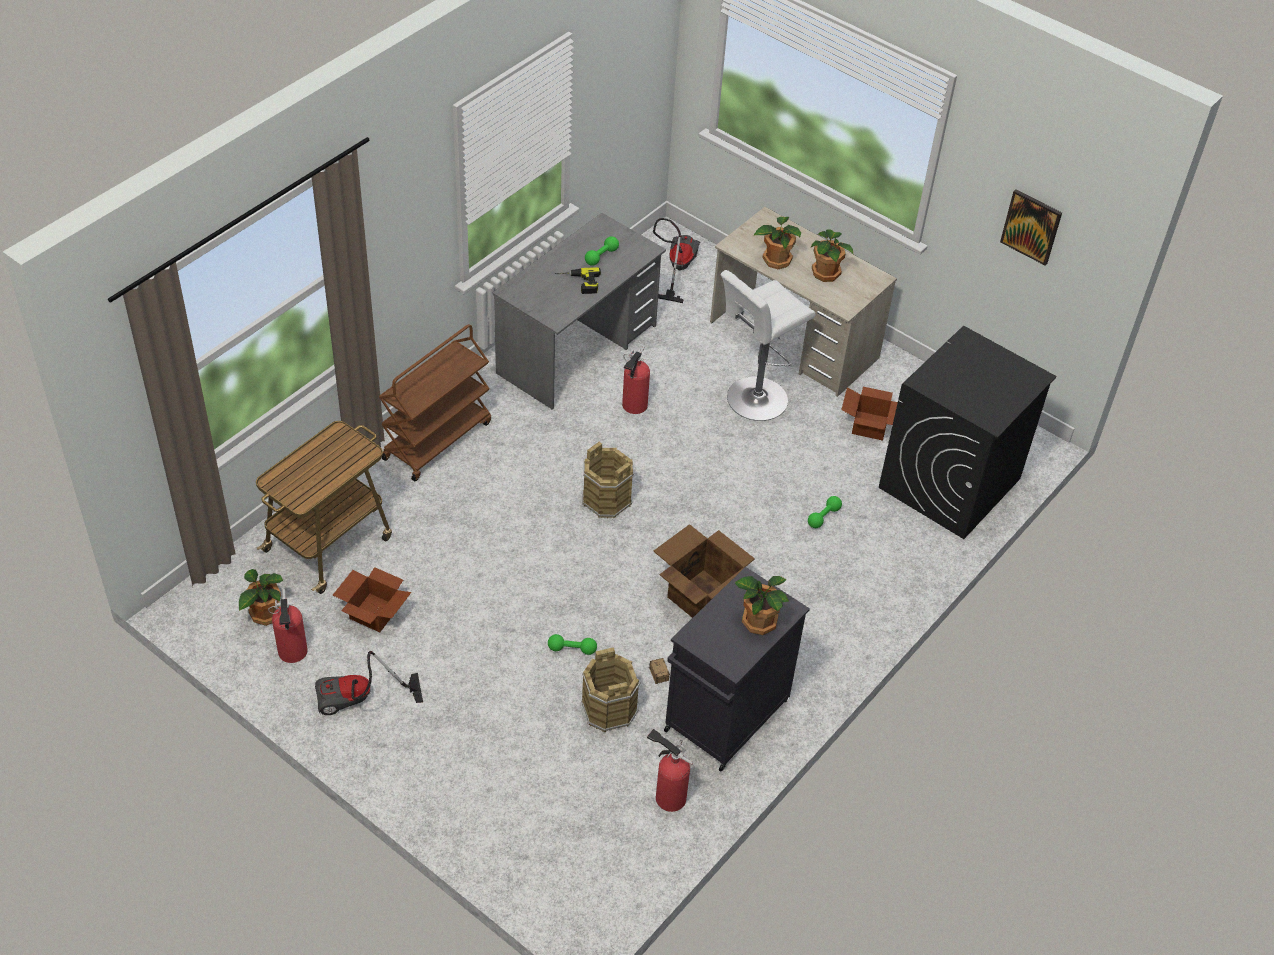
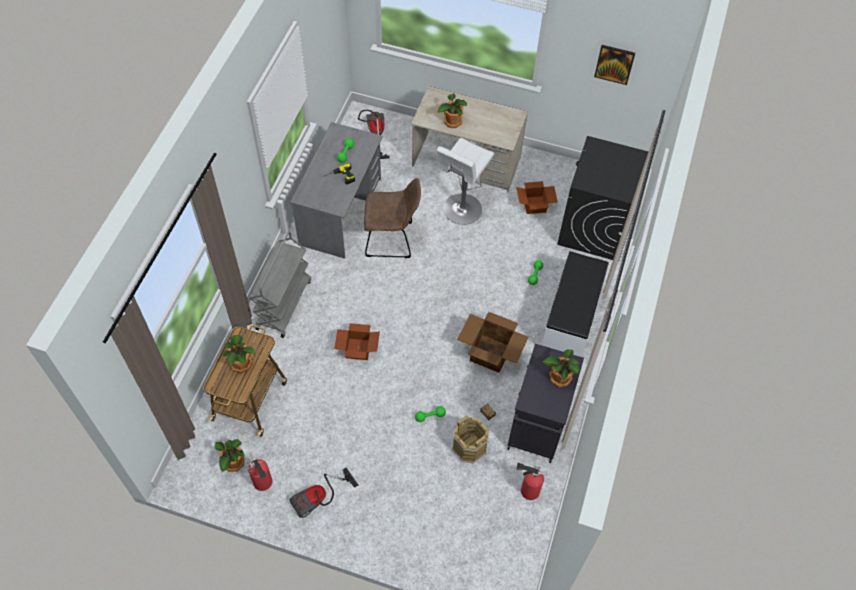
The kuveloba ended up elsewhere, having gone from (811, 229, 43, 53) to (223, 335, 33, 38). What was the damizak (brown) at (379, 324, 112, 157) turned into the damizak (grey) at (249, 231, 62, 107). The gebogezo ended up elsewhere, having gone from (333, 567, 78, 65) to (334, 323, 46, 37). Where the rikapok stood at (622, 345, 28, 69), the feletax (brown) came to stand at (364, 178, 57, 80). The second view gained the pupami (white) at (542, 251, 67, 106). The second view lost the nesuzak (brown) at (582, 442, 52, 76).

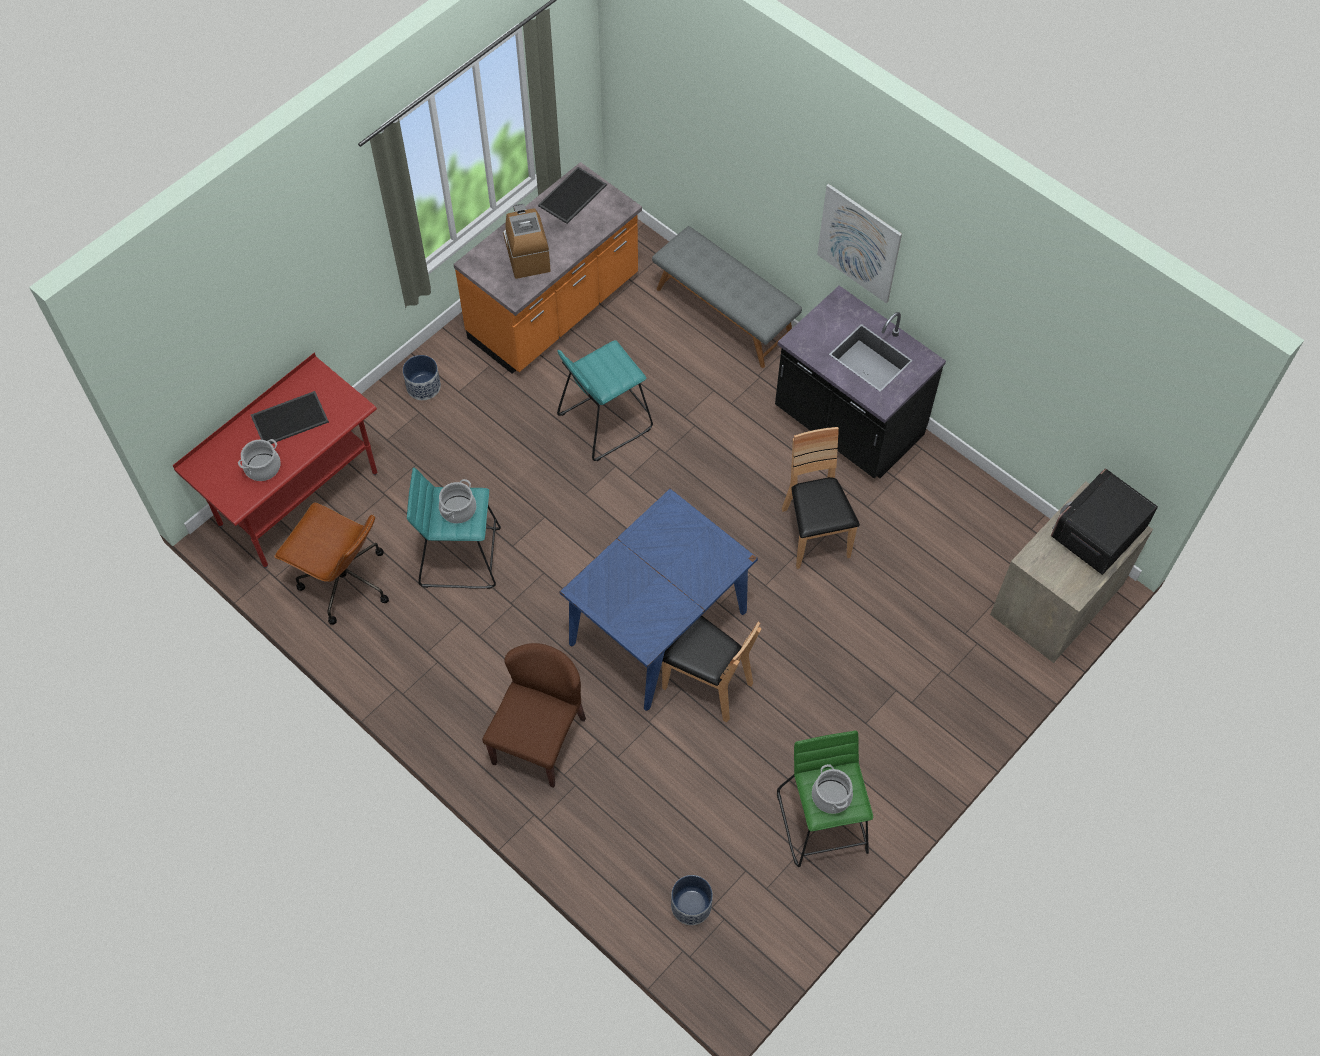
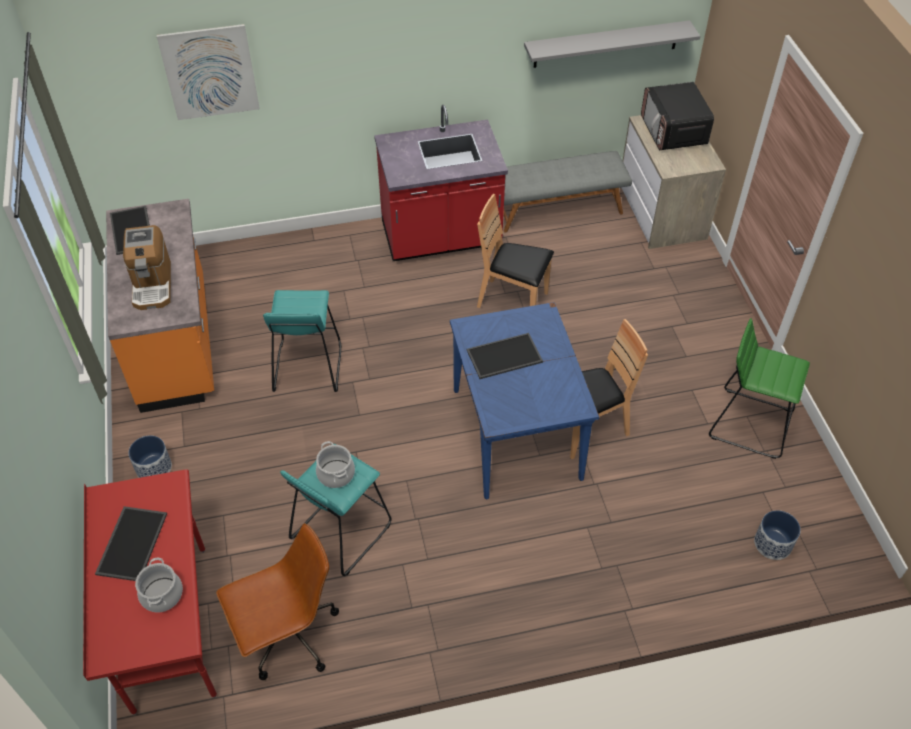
The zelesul at (503, 204, 48, 75) ended up facing another way, 120 degrees counterclockwise from before. The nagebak ended up elsewhere, having gone from (817, 184, 85, 119) to (157, 24, 103, 96). What was the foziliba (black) at (775, 286, 171, 192) turned into the foziliba (red) at (374, 105, 134, 156). The second view gained the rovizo at (467, 333, 76, 46). The pupami (grey) ended up elsewhere, having gone from (652, 226, 150, 142) to (503, 151, 129, 82). The second view gained the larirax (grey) at (524, 20, 176, 48). The second view lost the feletax (brown) at (482, 643, 104, 145). The second view lost the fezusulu at (812, 764, 41, 50).

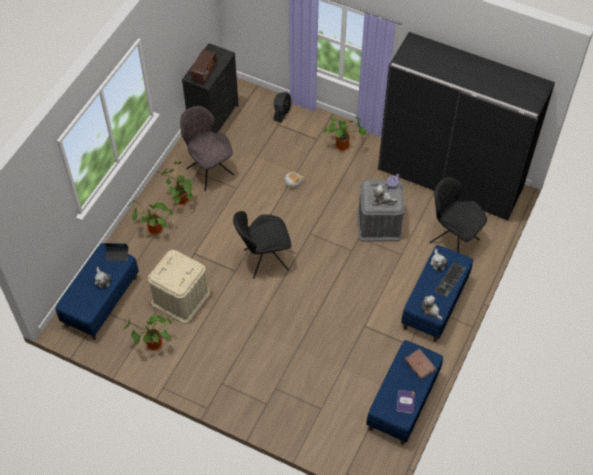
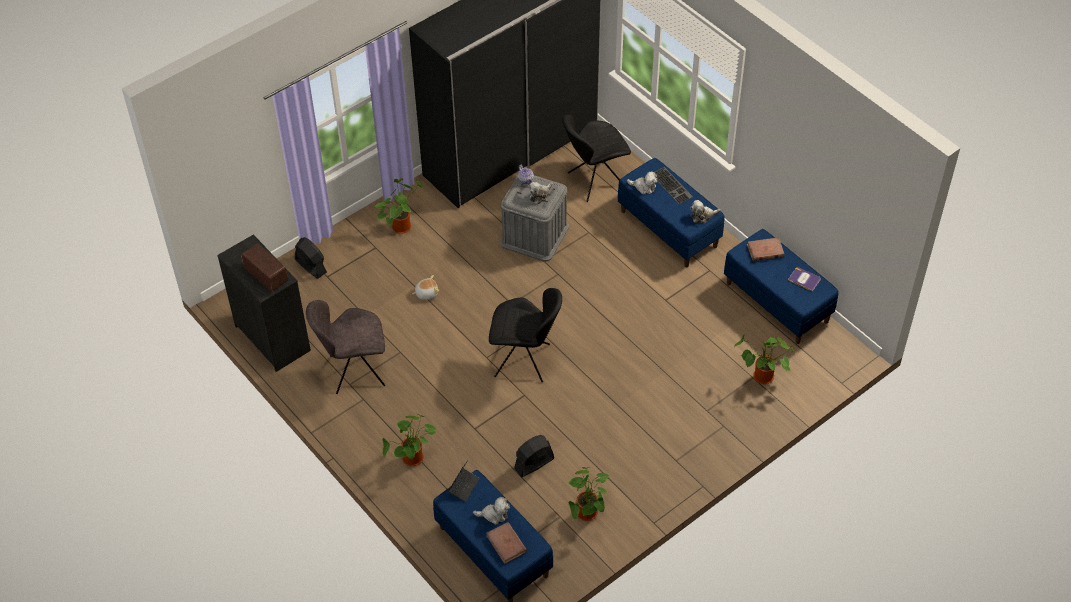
The second view gained the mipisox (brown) at (486, 522, 41, 42). The feletax (black) at (233, 211, 58, 68) ended up facing another way, 90 degrees counterclockwise from before. Where the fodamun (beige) stood at (148, 250, 62, 74), the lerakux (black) came to stand at (514, 435, 40, 42). The kuveloba ended up elsewhere, having gone from (161, 162, 32, 43) to (734, 334, 60, 50).

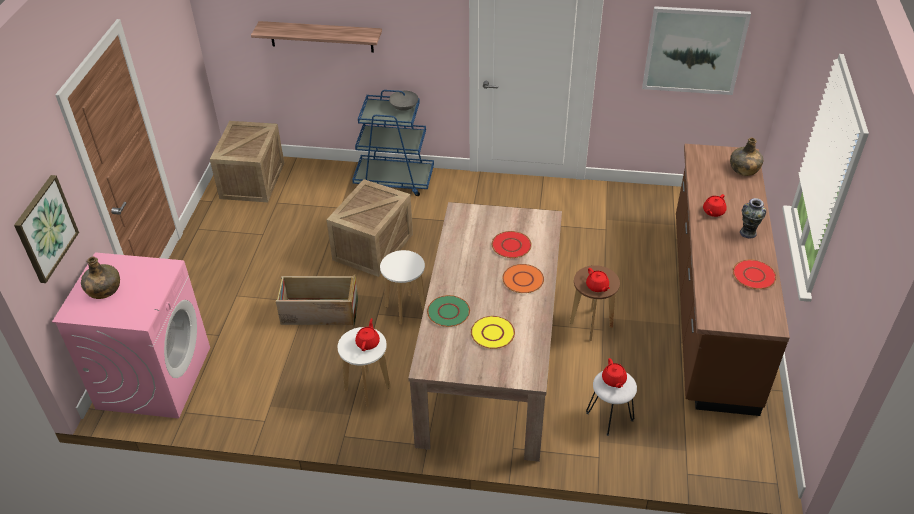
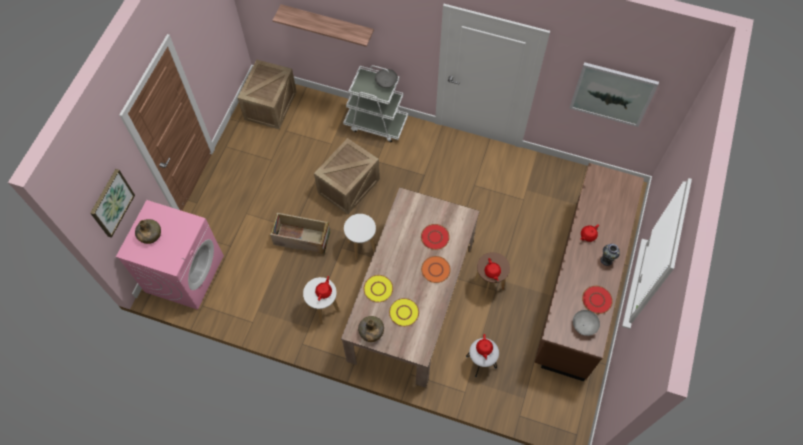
What was the damizak (blue) at (352, 90, 82, 106) turned into the damizak (white) at (343, 65, 65, 77). The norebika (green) ended up elsewhere, having gone from (730, 138, 33, 38) to (358, 316, 26, 26). What was the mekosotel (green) at (427, 295, 43, 32) turned into the mekosotel (yellow) at (364, 275, 29, 27). The second view gained the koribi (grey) at (573, 310, 27, 26).

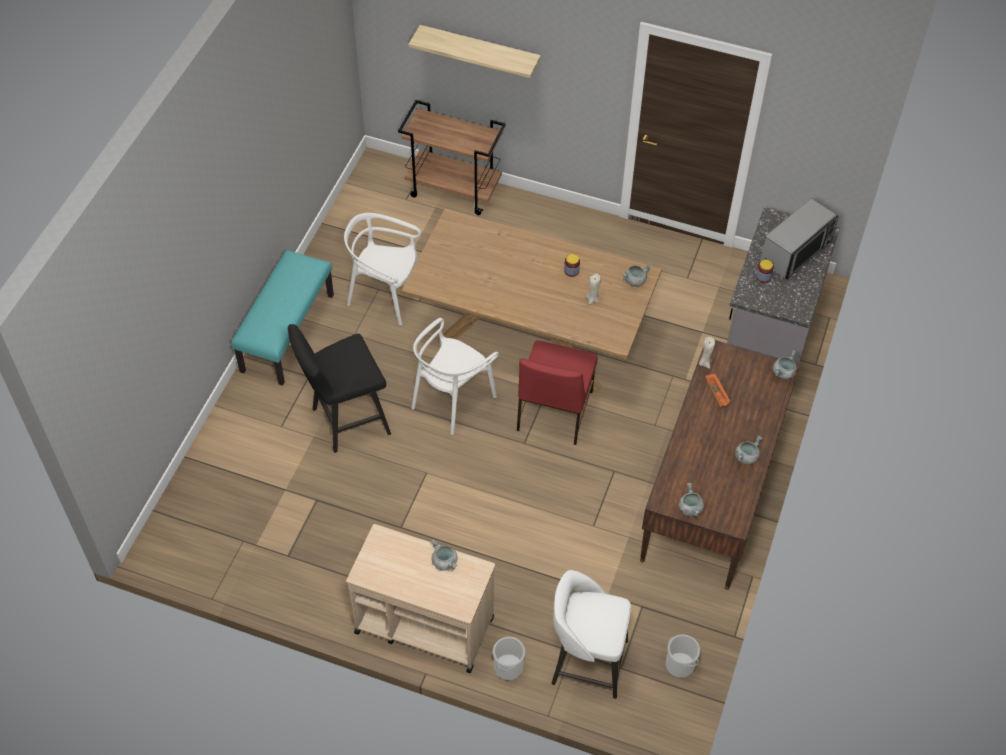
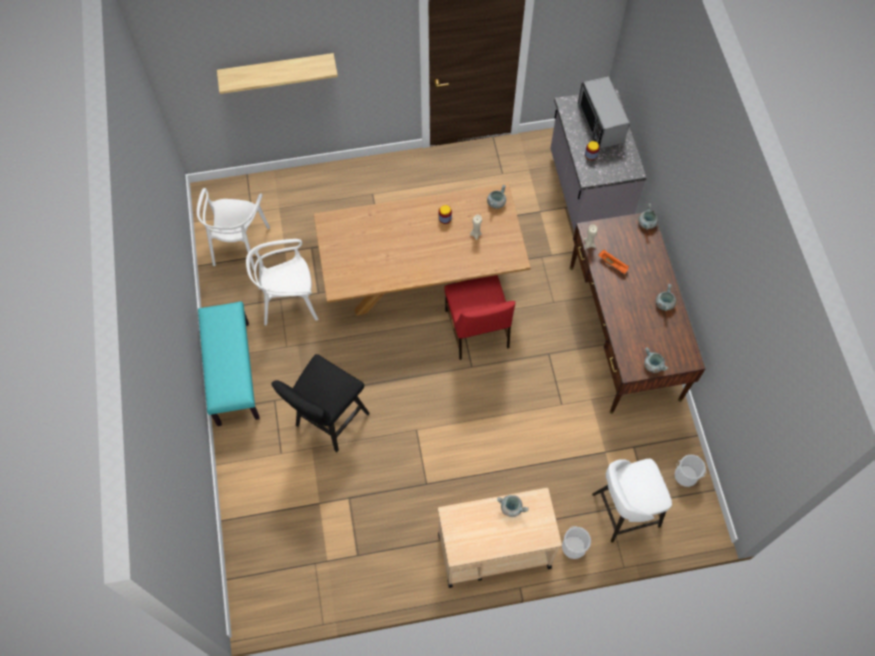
The feletax (white) ended up elsewhere, having gone from (411, 318, 88, 117) to (197, 188, 73, 82). The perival at (760, 198, 79, 81) ended up facing another way, 150 degrees clockwise from before. The second view lost the damizak (brown) at (398, 100, 108, 115).

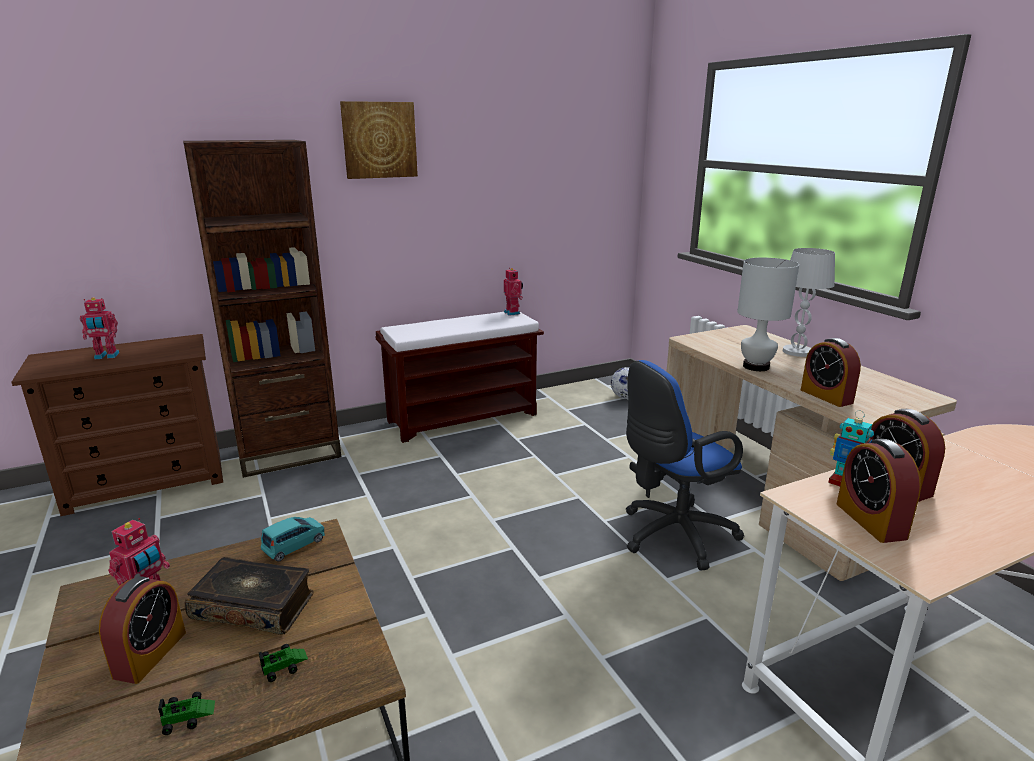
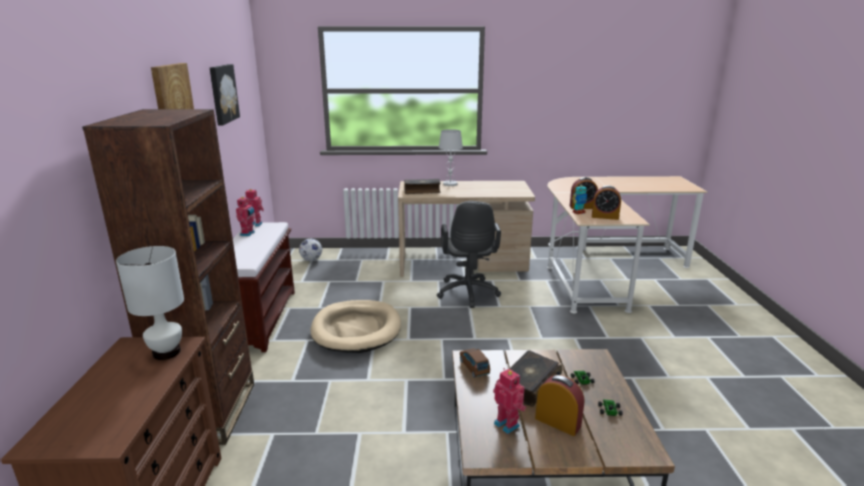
The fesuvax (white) ended up elsewhere, having gone from (737, 258, 62, 113) to (116, 246, 68, 114). The second view gained the nagebak at (210, 64, 30, 62). The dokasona ended up elsewhere, having gone from (80, 297, 39, 62) to (236, 197, 19, 39). The second view gained the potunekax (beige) at (310, 300, 91, 53). The second view gained the mipisox at (405, 179, 36, 15). What was the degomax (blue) at (625, 360, 119, 211) turned into the degomax (grey) at (437, 201, 64, 107). What was the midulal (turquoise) at (261, 517, 64, 45) turned into the midulal (brown) at (460, 348, 30, 30). The second view lost the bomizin at (801, 338, 60, 69).

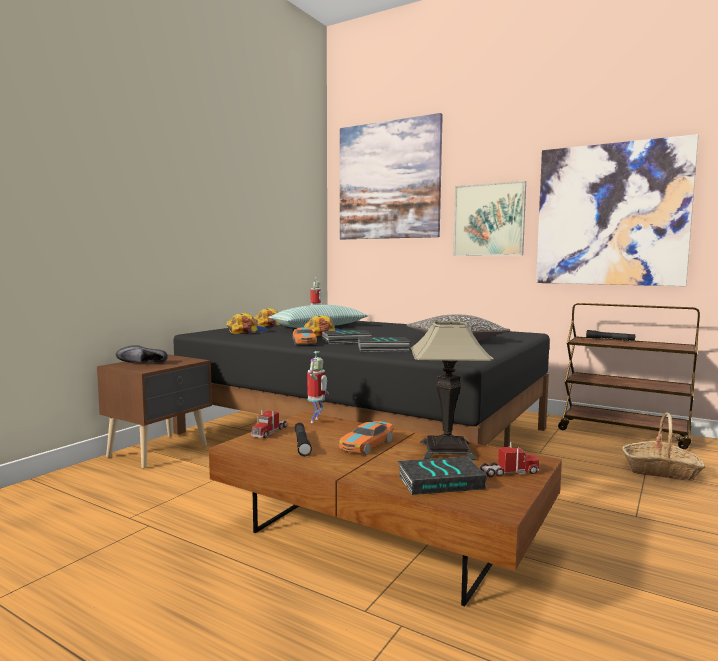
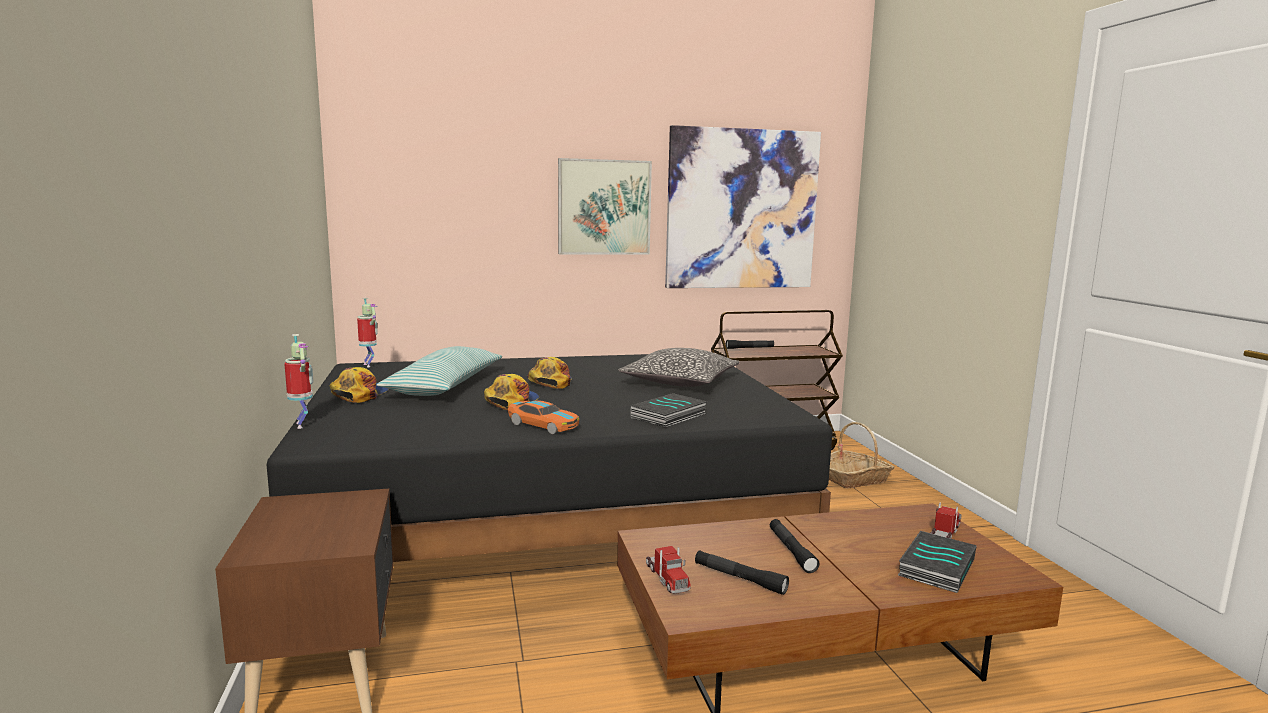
The dokasona ended up elsewhere, having gone from (307, 351, 22, 72) to (284, 334, 29, 95). The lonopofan ended up elsewhere, having gone from (226, 313, 42, 21) to (527, 357, 45, 32). Where the midulal stood at (339, 421, 55, 33), the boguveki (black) came to stand at (770, 519, 49, 54). The second view lost the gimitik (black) at (116, 345, 52, 18). The second view lost the mipisox at (322, 330, 51, 14). The second view lost the nagebak at (340, 113, 103, 126). The second view lost the fesuvax at (411, 321, 83, 140).

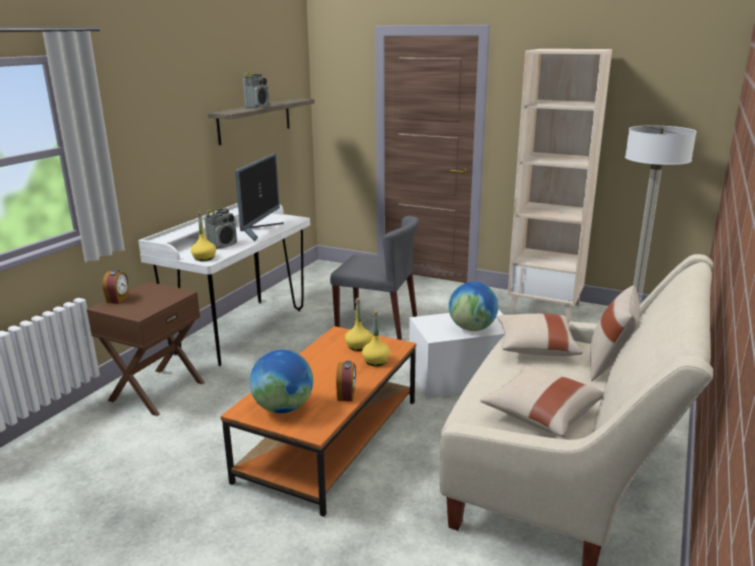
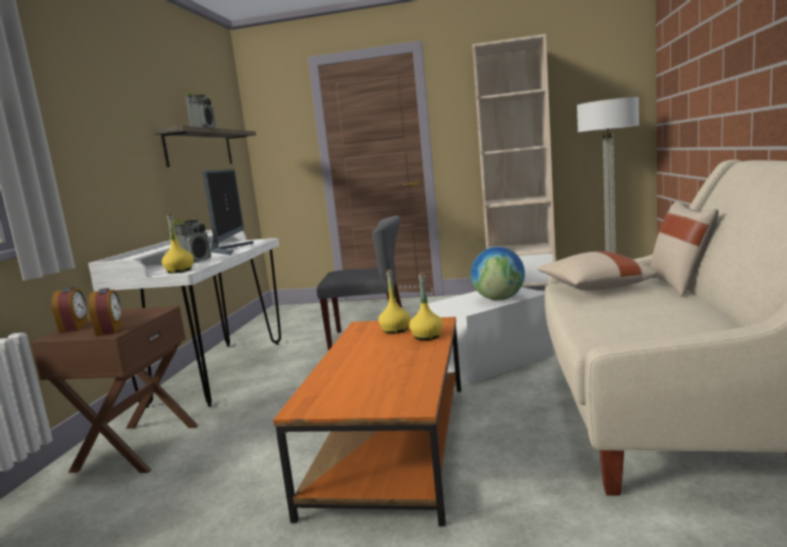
The bomizin ended up elsewhere, having gone from (336, 361, 20, 40) to (88, 288, 34, 48). The second view lost the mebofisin at (249, 350, 64, 63). The second view lost the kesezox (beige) at (480, 366, 124, 71).

